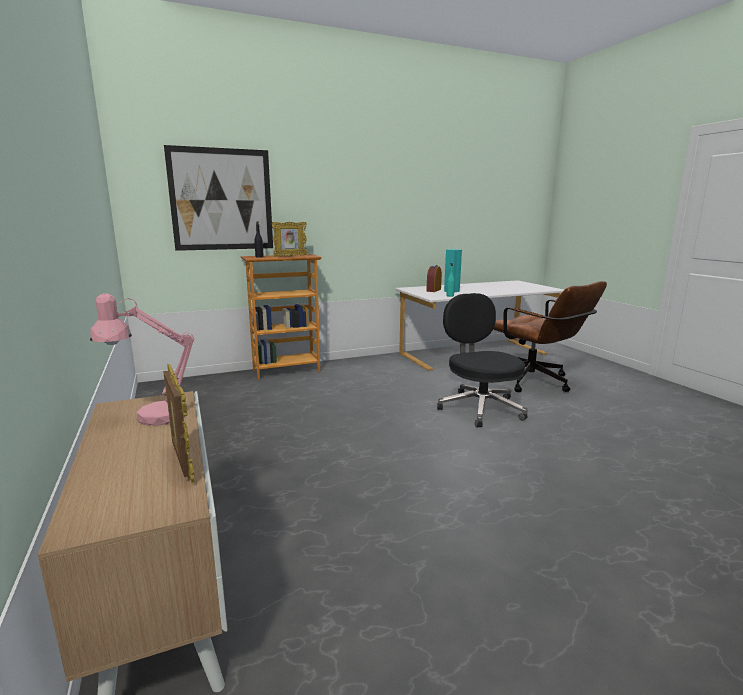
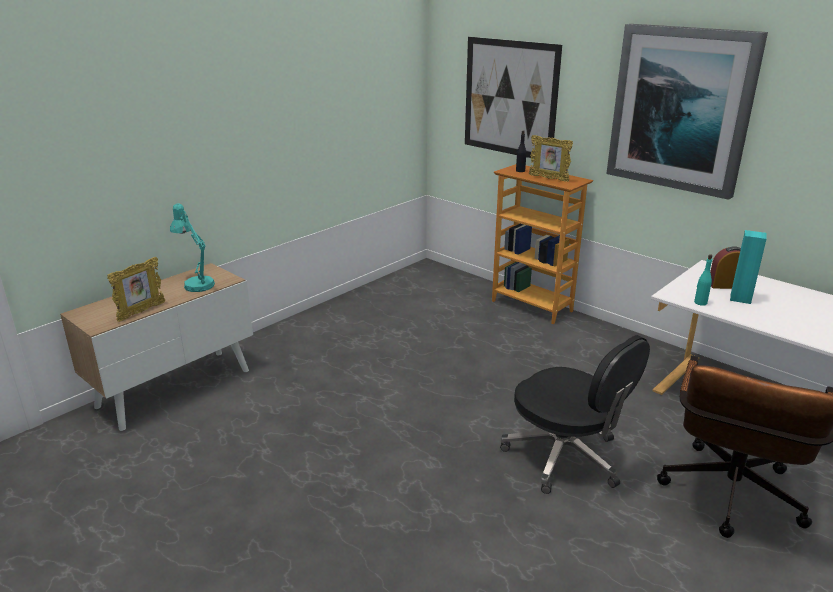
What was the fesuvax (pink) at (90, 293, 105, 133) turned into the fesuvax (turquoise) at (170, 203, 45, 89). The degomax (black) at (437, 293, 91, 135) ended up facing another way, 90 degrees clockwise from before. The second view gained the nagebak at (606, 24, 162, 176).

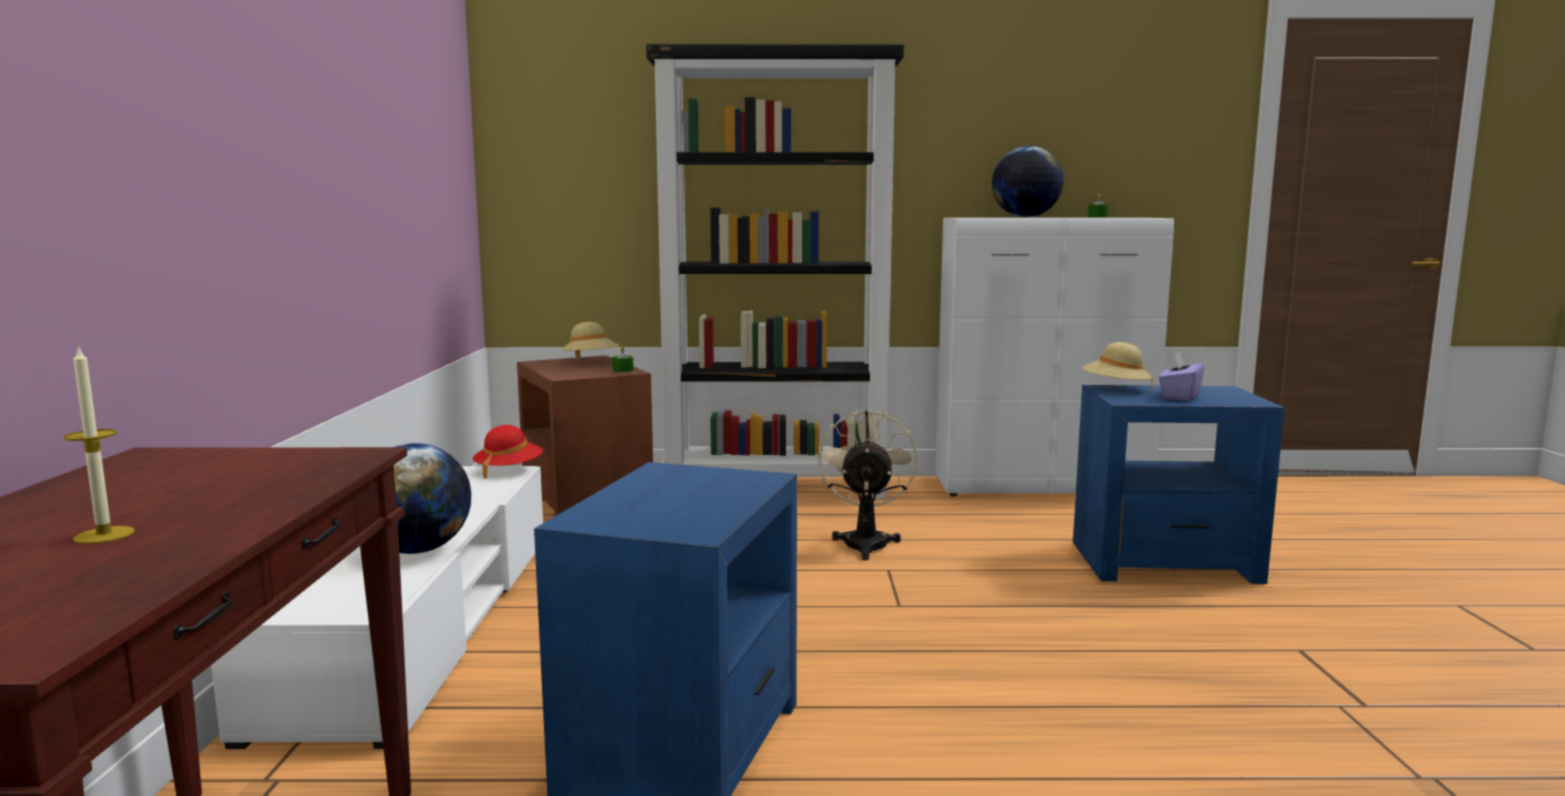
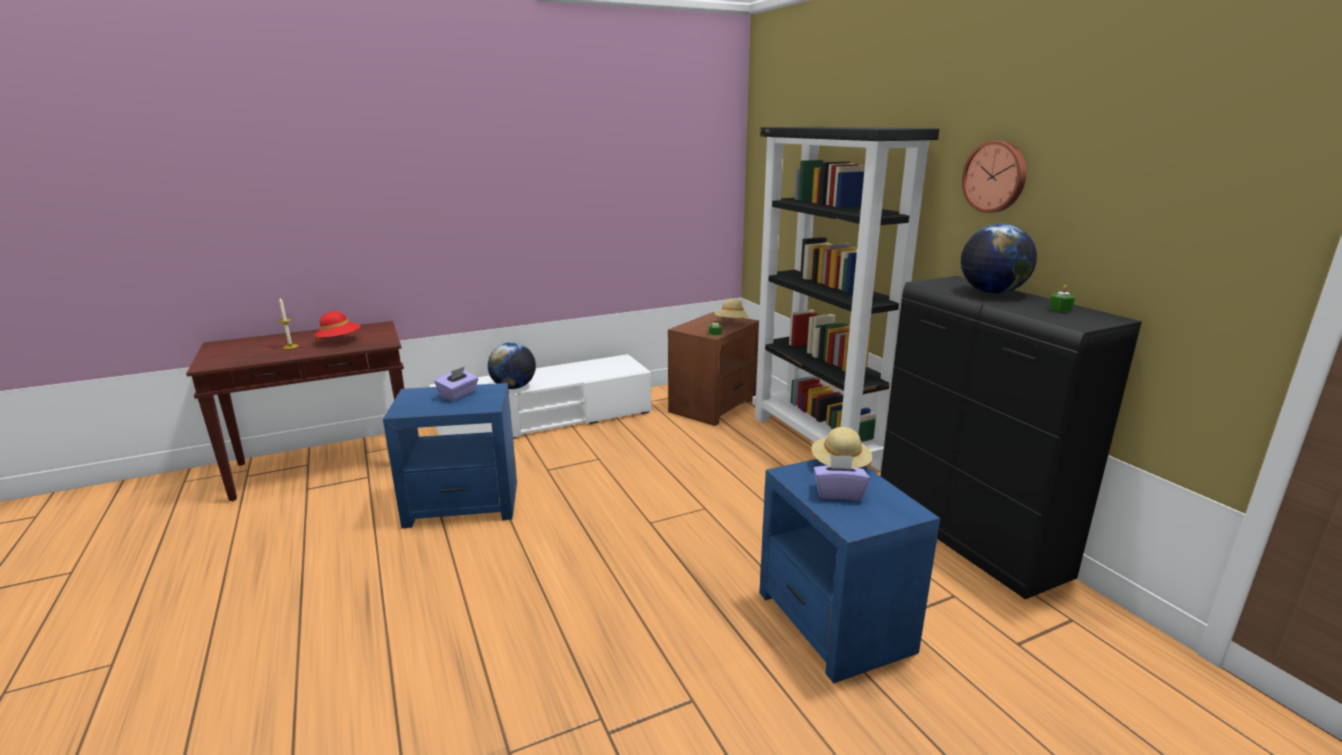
The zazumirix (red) ended up elsewhere, having gone from (473, 425, 70, 54) to (314, 311, 47, 30). The second view gained the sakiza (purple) at (435, 366, 43, 35). What was the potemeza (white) at (935, 218, 239, 278) turned into the potemeza (black) at (881, 276, 261, 323). The second view gained the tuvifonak at (962, 140, 64, 73). The second view lost the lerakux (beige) at (818, 409, 99, 151).

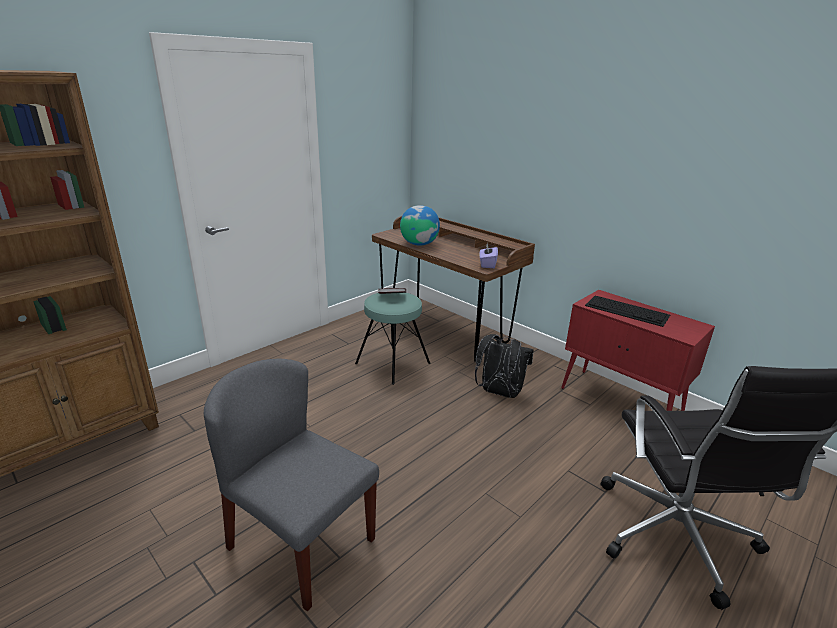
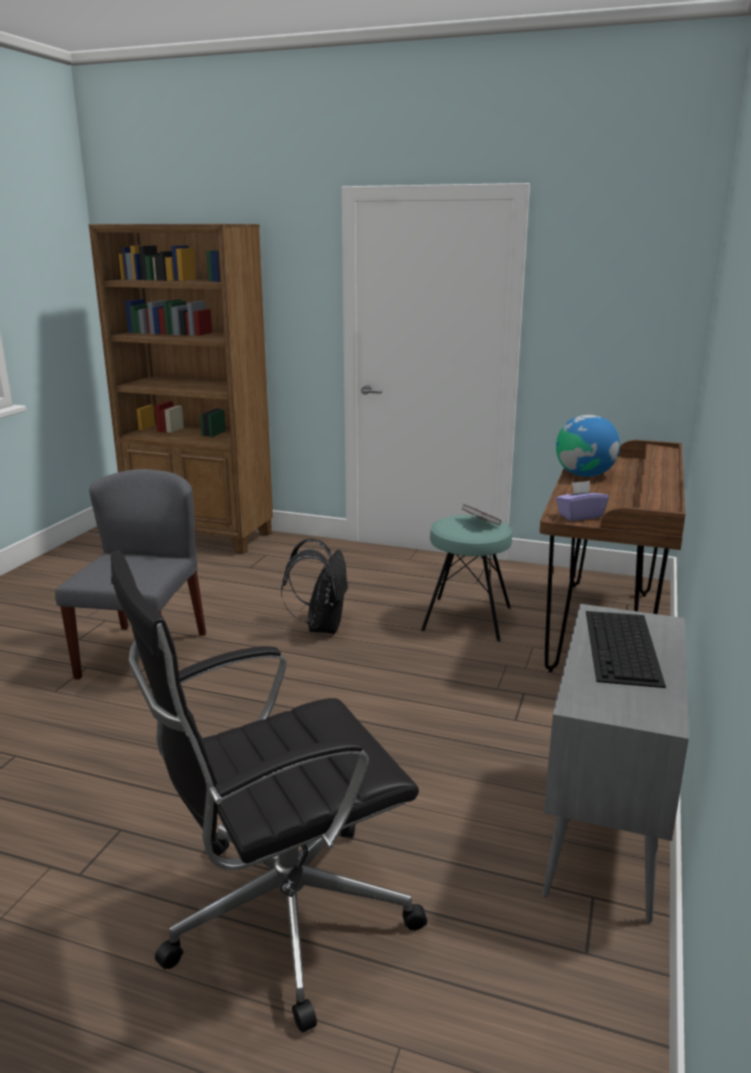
The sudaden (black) ended up elsewhere, having gone from (475, 334, 59, 64) to (281, 538, 68, 96). What was the potemeza (red) at (561, 290, 154, 121) turned into the potemeza (grey) at (543, 604, 146, 319).

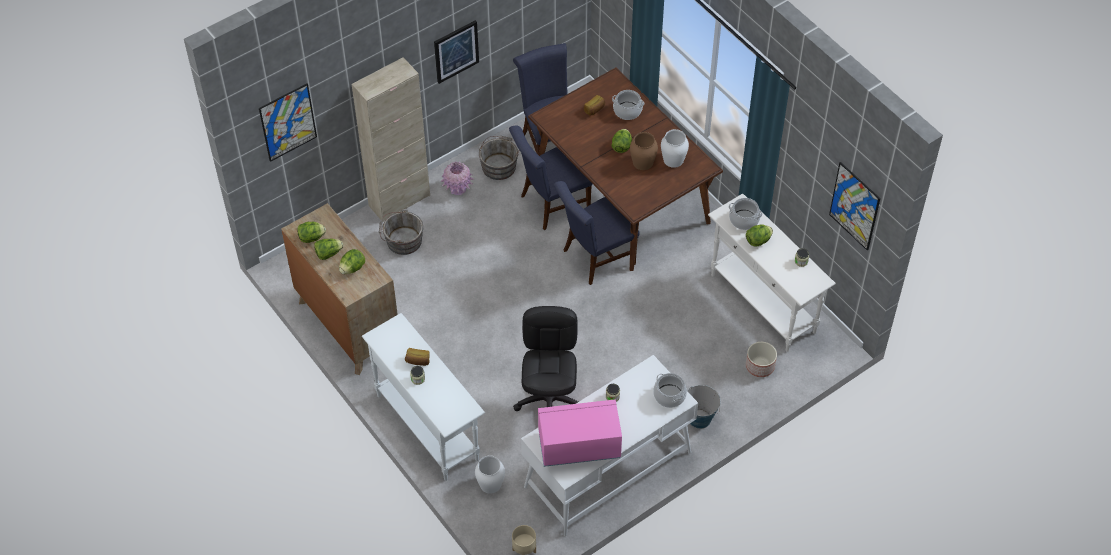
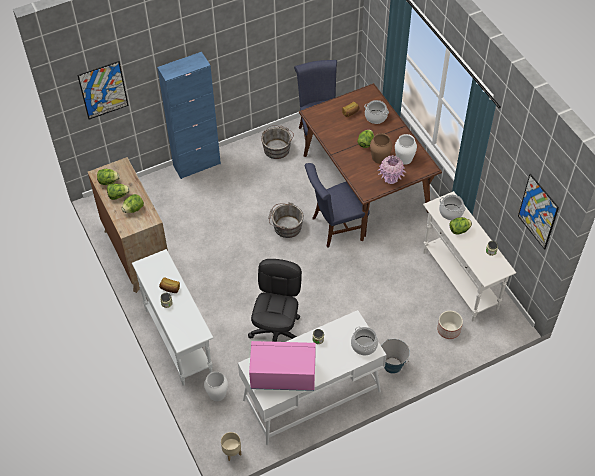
What was the potemeza (beige) at (351, 57, 79, 165) turned into the potemeza (blue) at (157, 52, 64, 127). The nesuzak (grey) ended up elsewhere, having gone from (379, 209, 44, 46) to (268, 202, 36, 36). The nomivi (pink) ended up elsewhere, having gone from (441, 162, 34, 33) to (377, 155, 29, 29). The second view lost the nagebak at (434, 20, 45, 64). The second view lost the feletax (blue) at (509, 126, 83, 104).

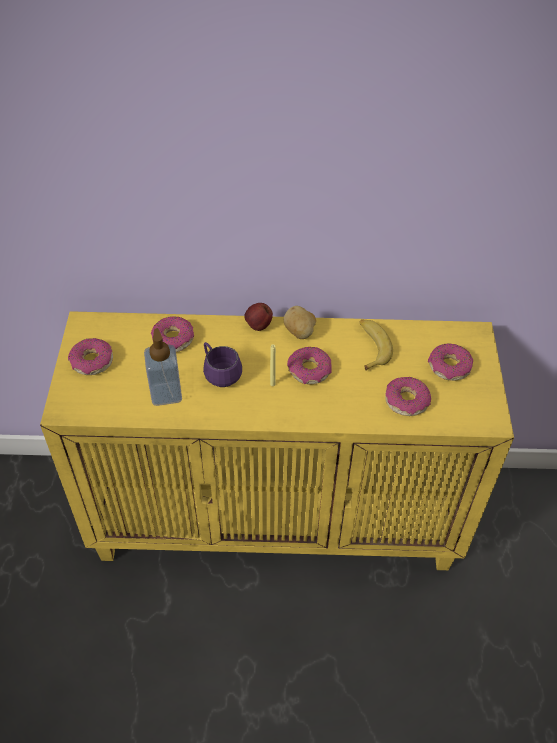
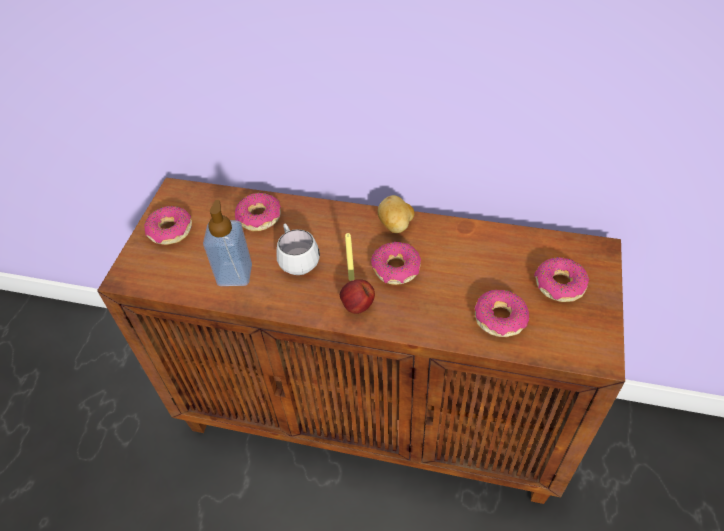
What was the potemeza (yellow) at (40, 311, 474, 259) turned into the potemeza (brown) at (97, 178, 528, 326). What was the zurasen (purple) at (203, 342, 39, 45) turned into the zurasen (white) at (277, 224, 43, 51). The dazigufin ended up elsewhere, having gone from (244, 303, 29, 28) to (340, 279, 35, 35). The second view lost the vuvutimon at (359, 319, 34, 52).

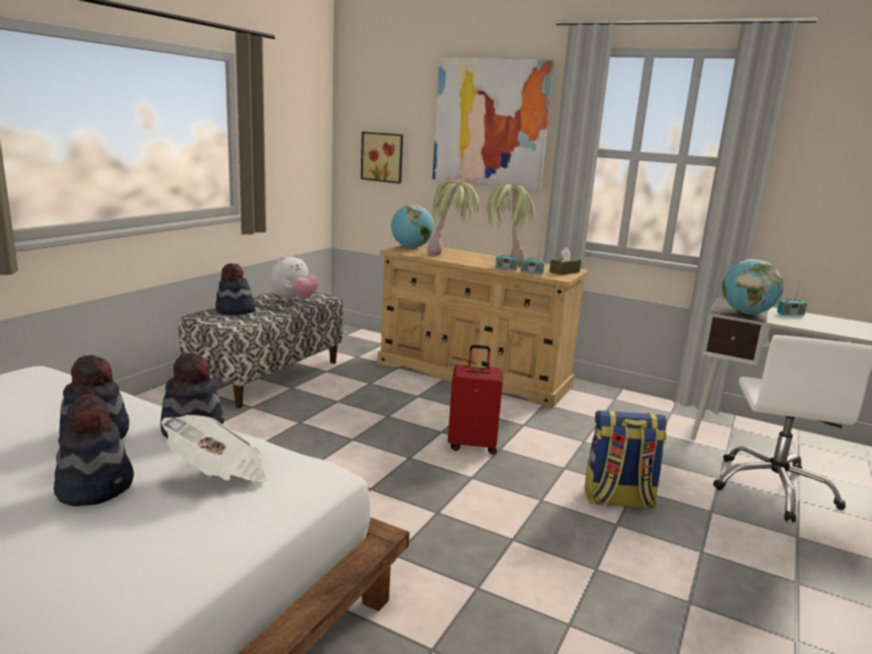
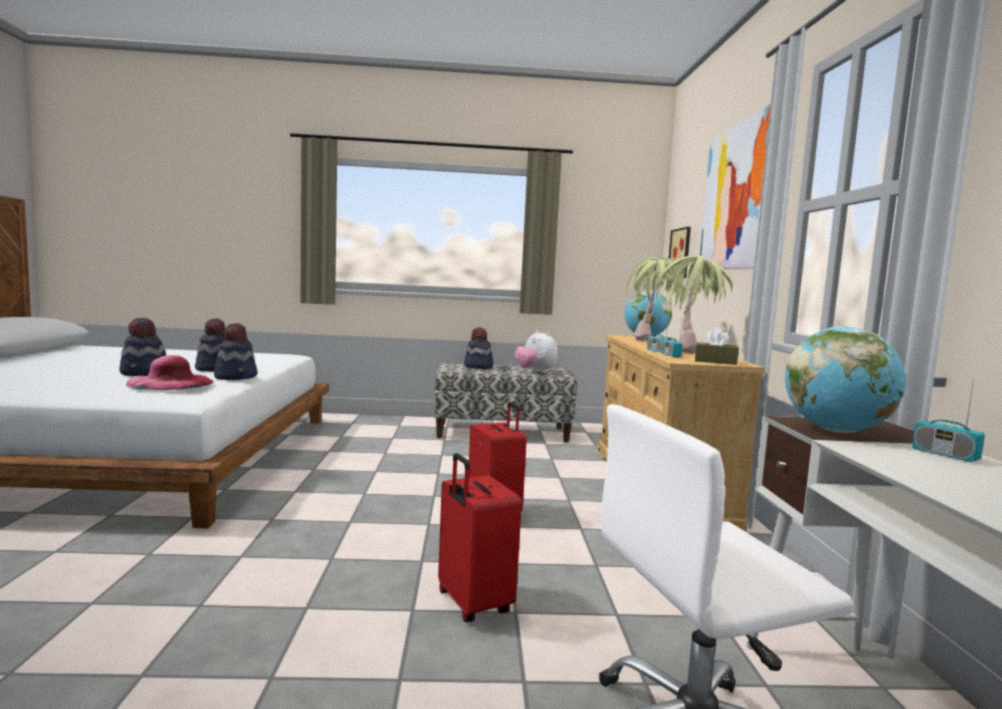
Where the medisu stood at (161, 415, 105, 68), the zazumirix (pink) came to stand at (126, 355, 87, 35). Where the sudaden stood at (585, 410, 82, 99), the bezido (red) came to stand at (438, 453, 84, 169). The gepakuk at (270, 254, 49, 47) ended up facing another way, 45 degrees clockwise from before.

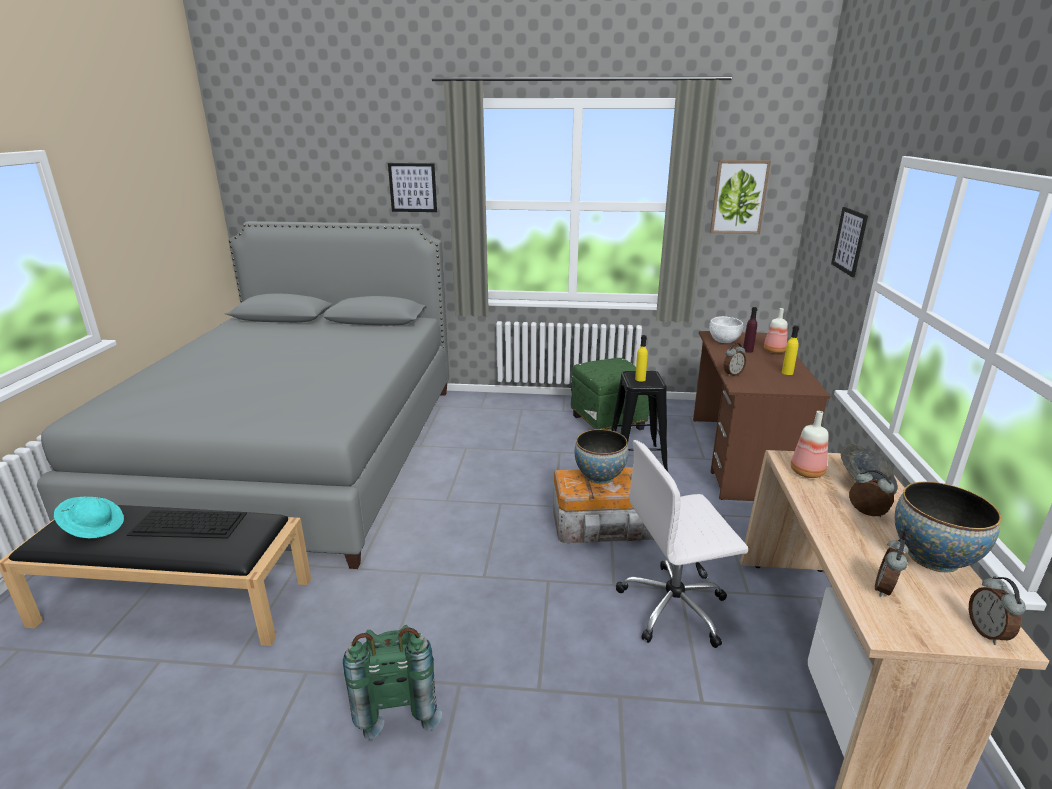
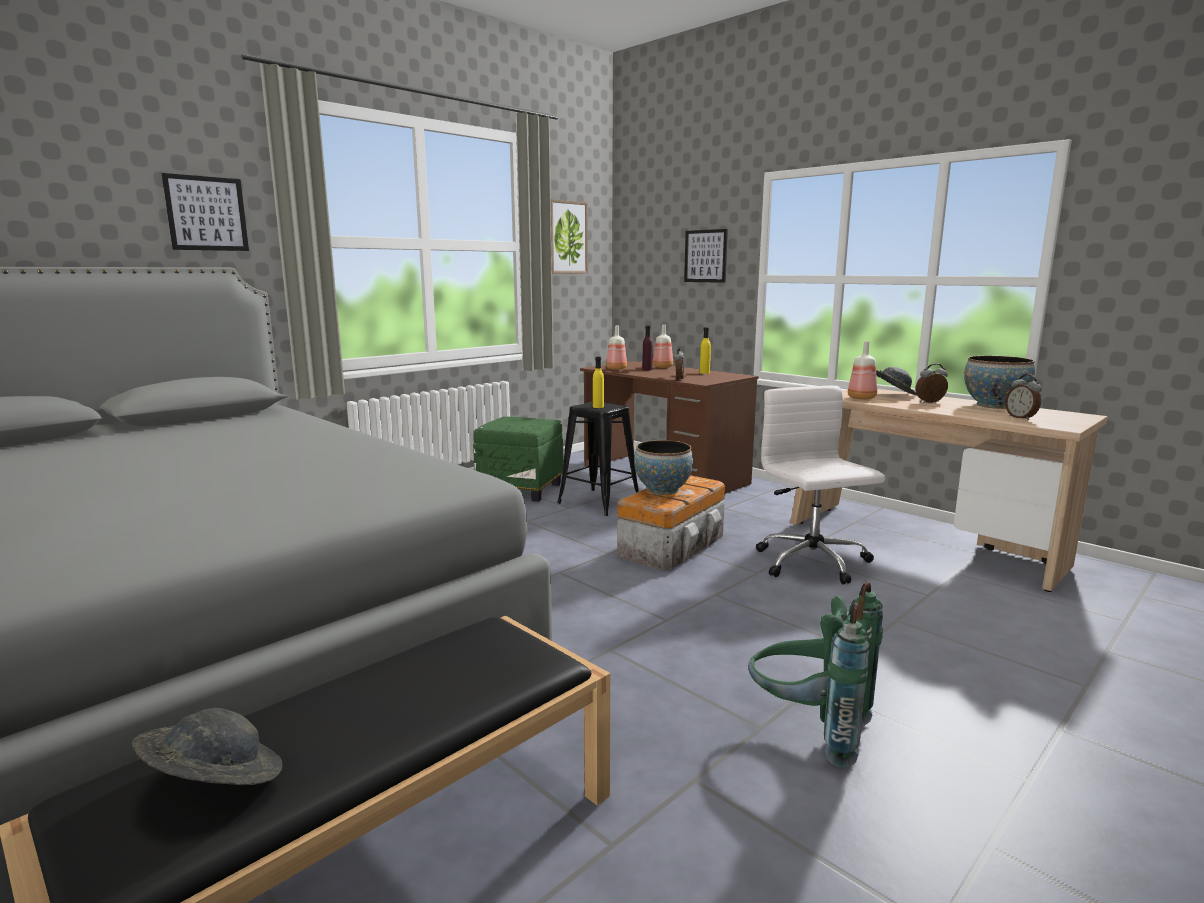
What was the zazumirix (turquoise) at (54, 497, 70, 41) turned into the zazumirix (grey) at (132, 708, 150, 77). Where the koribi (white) stood at (709, 316, 34, 27), the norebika came to stand at (606, 326, 21, 44). The degomax (white) at (616, 440, 132, 208) ended up facing another way, 135 degrees clockwise from before. The second view lost the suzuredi at (127, 510, 120, 29). The second view lost the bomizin at (969, 576, 57, 69).

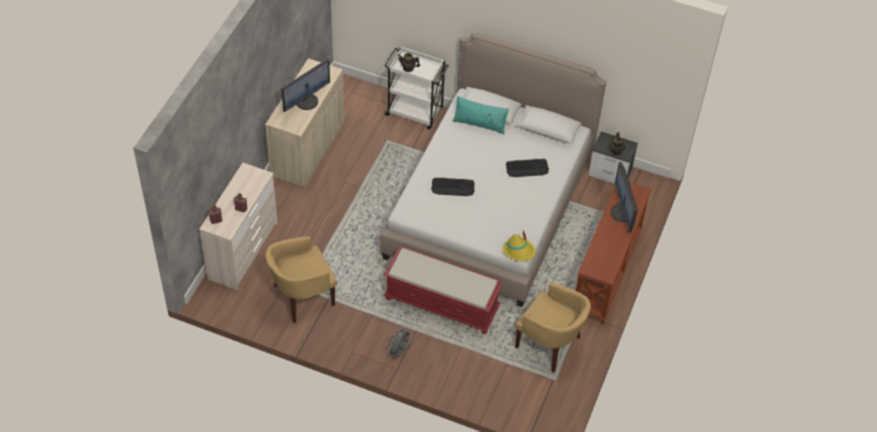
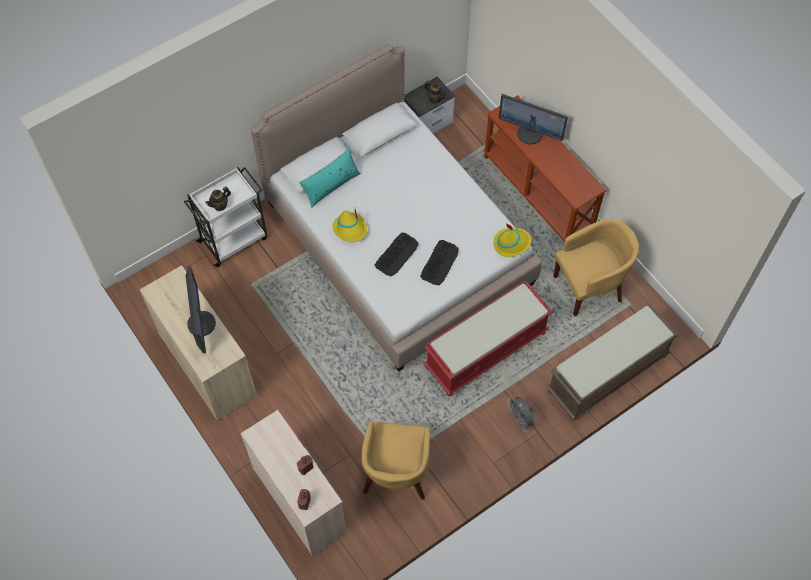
The second view gained the zazumirix (yellow) at (332, 209, 35, 33). The suzuredi ended up elsewhere, having gone from (506, 159, 43, 18) to (420, 240, 39, 45). The second view gained the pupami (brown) at (546, 304, 133, 117).

